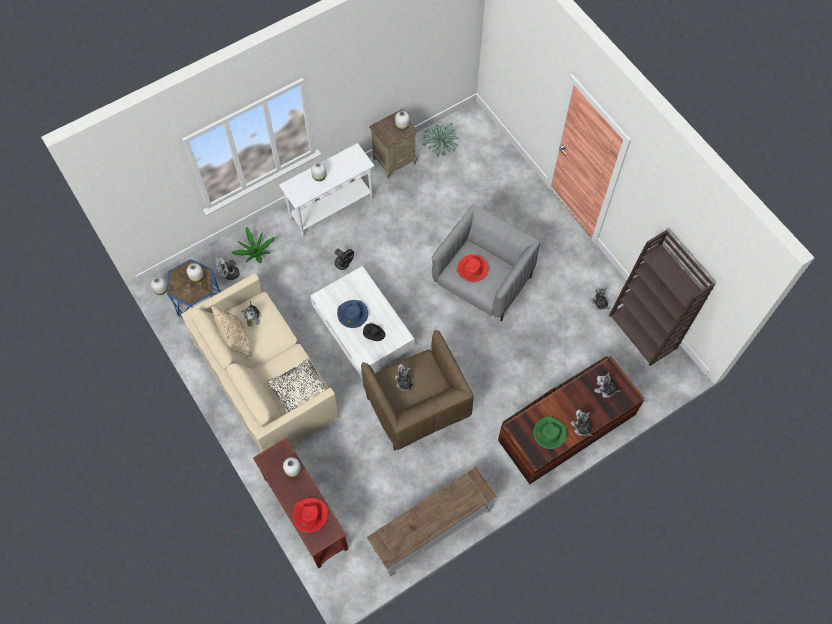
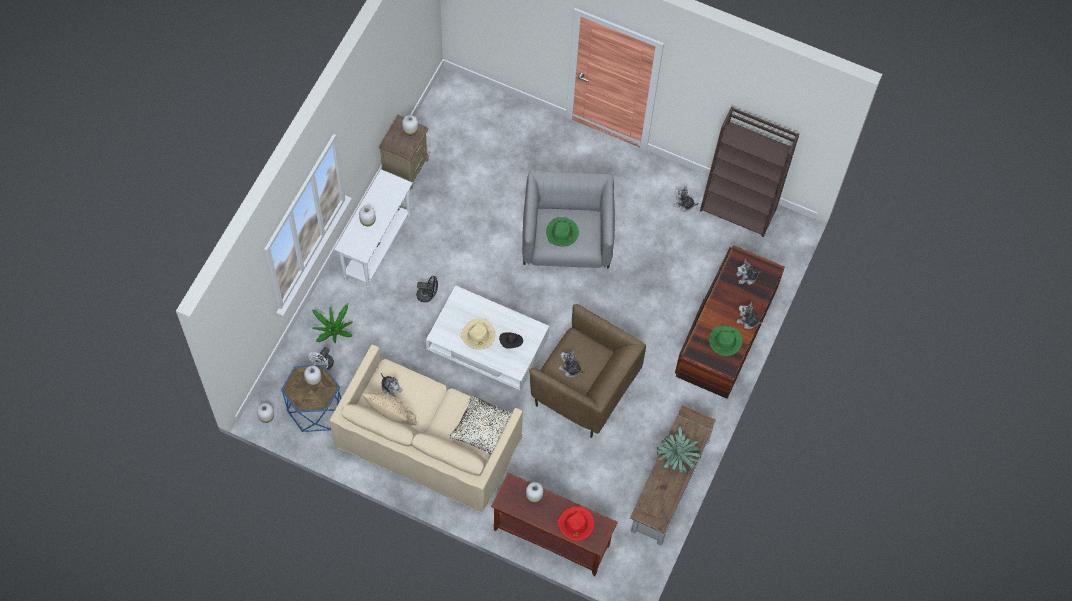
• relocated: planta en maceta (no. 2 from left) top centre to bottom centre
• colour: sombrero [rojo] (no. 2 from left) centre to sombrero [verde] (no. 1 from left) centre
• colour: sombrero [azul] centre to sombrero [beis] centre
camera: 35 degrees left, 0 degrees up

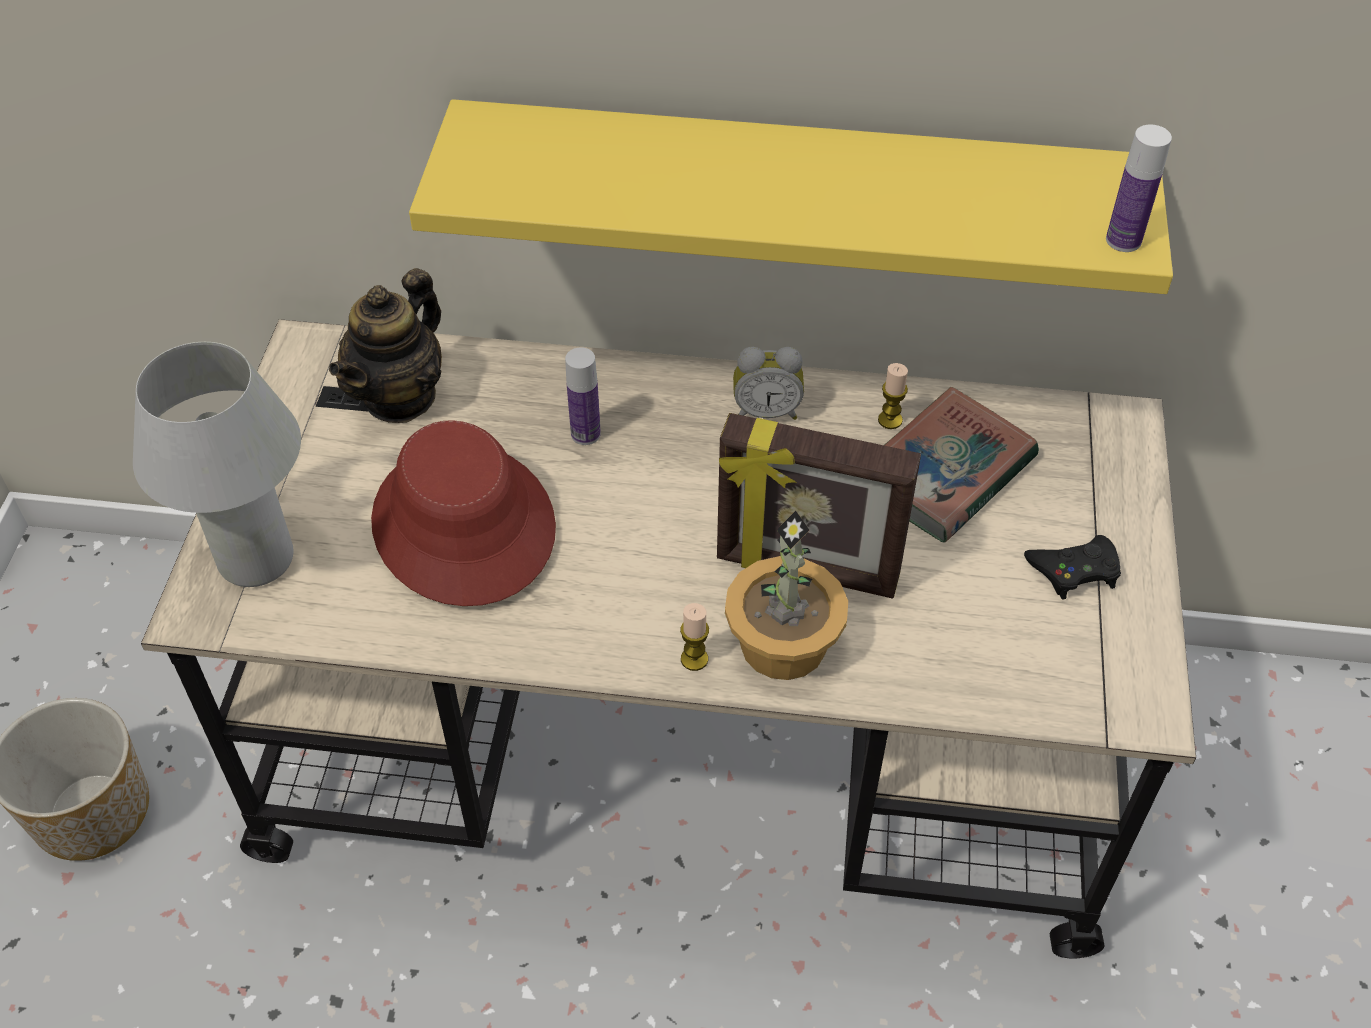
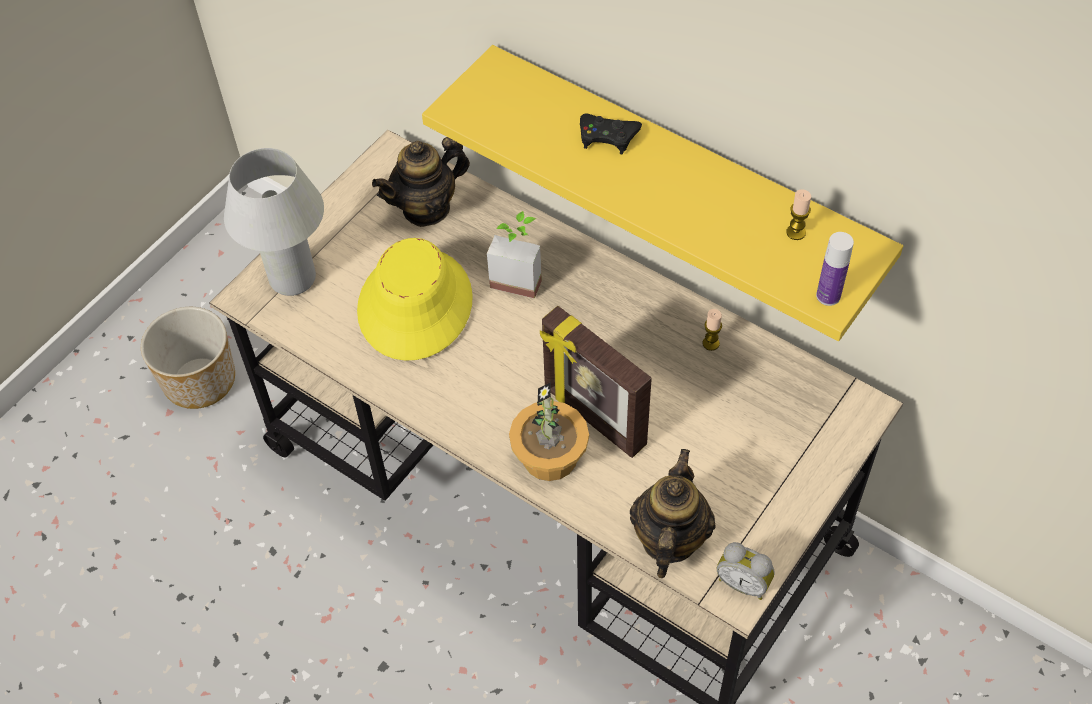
• exchanged: botella (no. 1 from left) centre to planta en maceta (no. 1 from left) centre
• relocated: despertador centre to bottom right
• missing: libro middle right
• colour: sombrero [rojo] centre to sombrero [amarillo] centre
• relocated: mando de consola [negro] middle right to top centre
• relocated: vela (no. 1 from left in the first image) centre to vela (no. 2 from left) top right
• appeared: tetera (no. 2 from left) bottom centre
camera: 30 degrees right, 5 degrees up

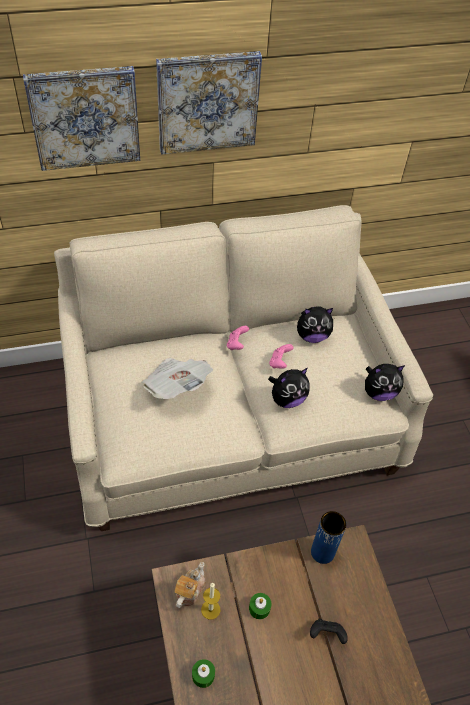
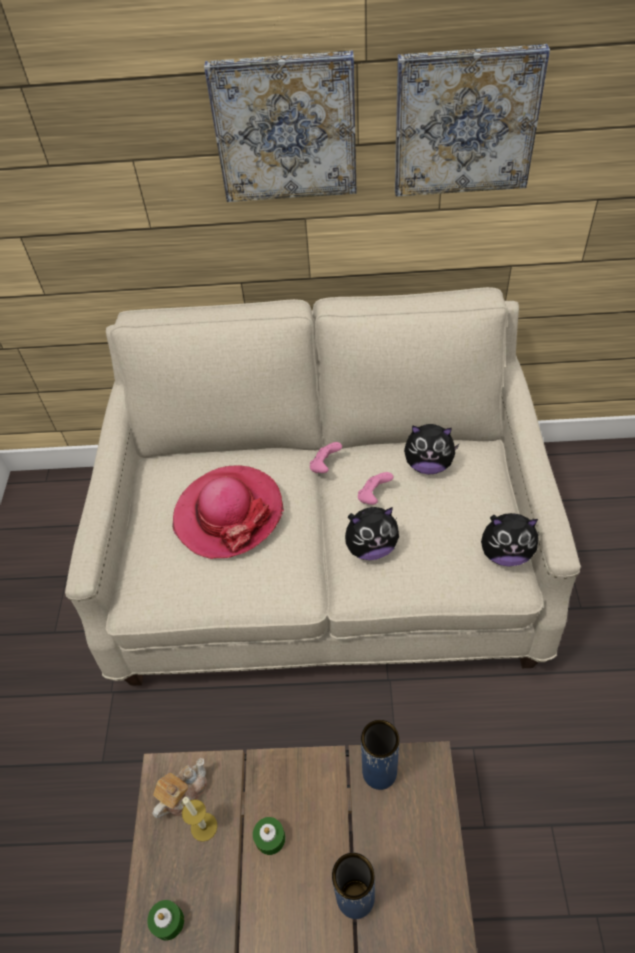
• relocated: cuadro (no. 1 from left in the first image) top left to cuadro (no. 2 from left) top right
• exchanged: periódico centre to sombrero centre
• exchanged: mando de consola [negro] bottom right to florero [azul] (no. 1 from left) bottom centre
camera: 20 degrees right, 0 degrees up

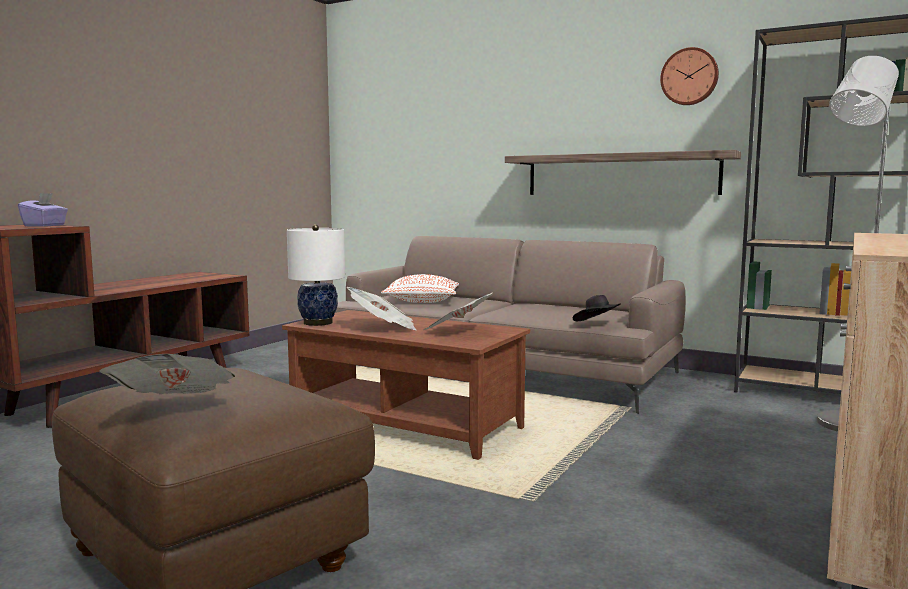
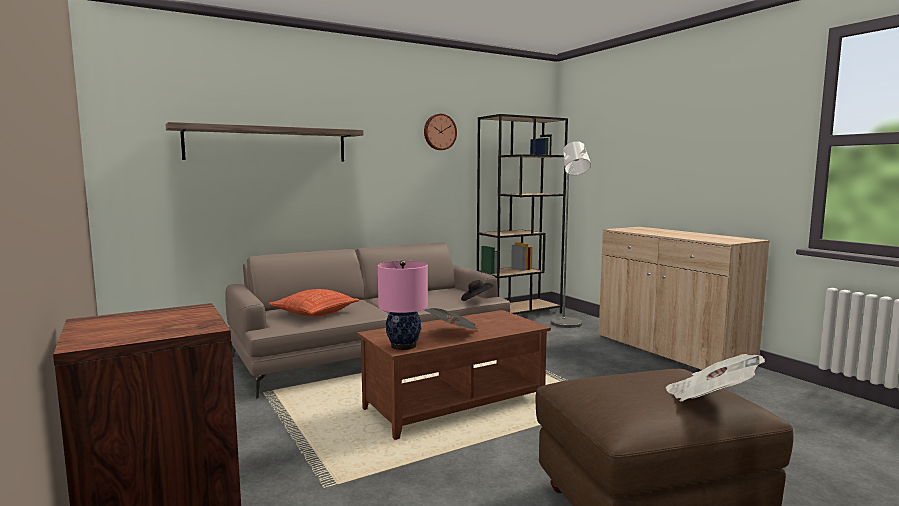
• relocated: estante top right to top left
• missing: caja de pañuelos [morado] middle left
• colour: lámpara de mesa [blanco] centre to lámpara de mesa [rosa] centre
• colour: cojín [blanco] centre to cojín [naranja] centre
• missing: periódico (no. 3 from left) centre
camera: 60 degrees left, 0 degrees up

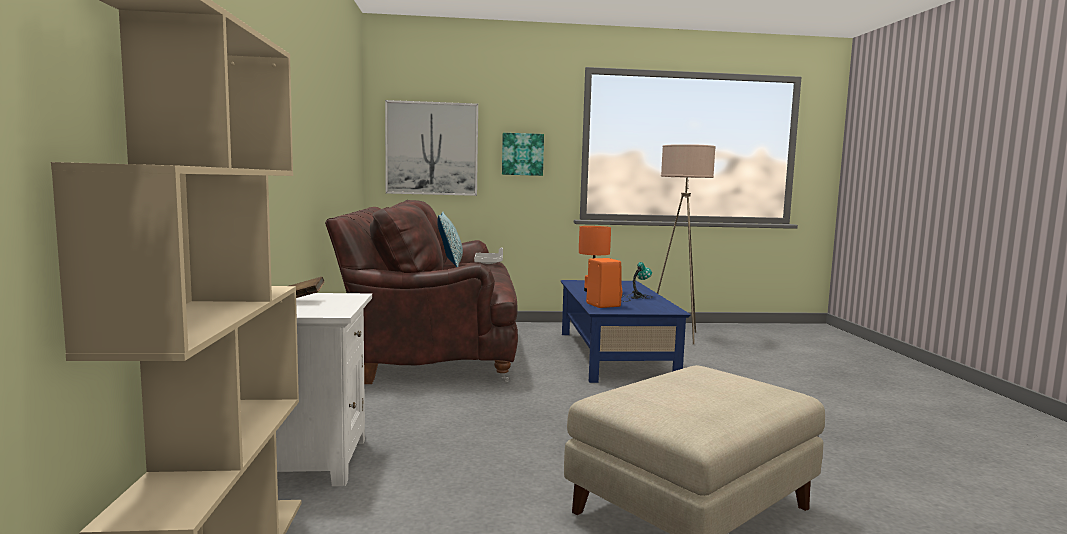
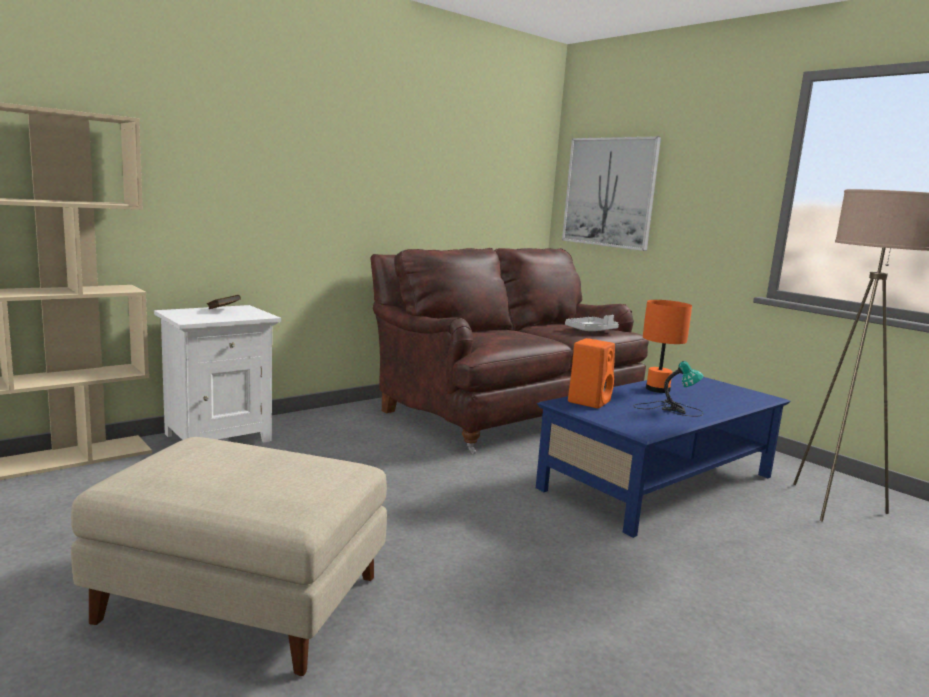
• missing: cuadro (no. 2 from left) top centre
• missing: cojín centre
camera: 55 degrees right, 5 degrees up

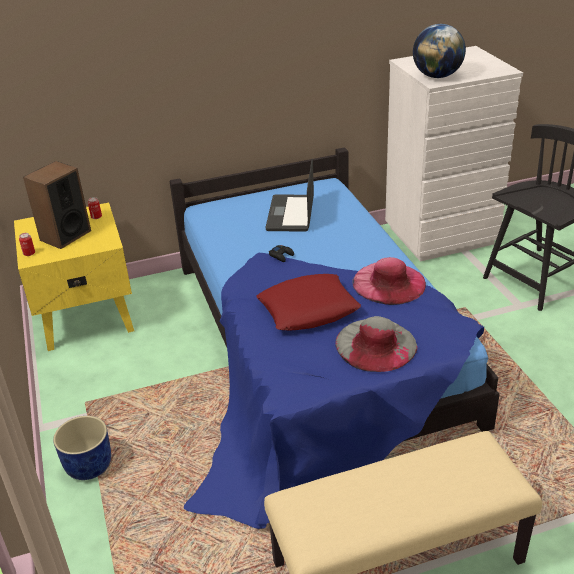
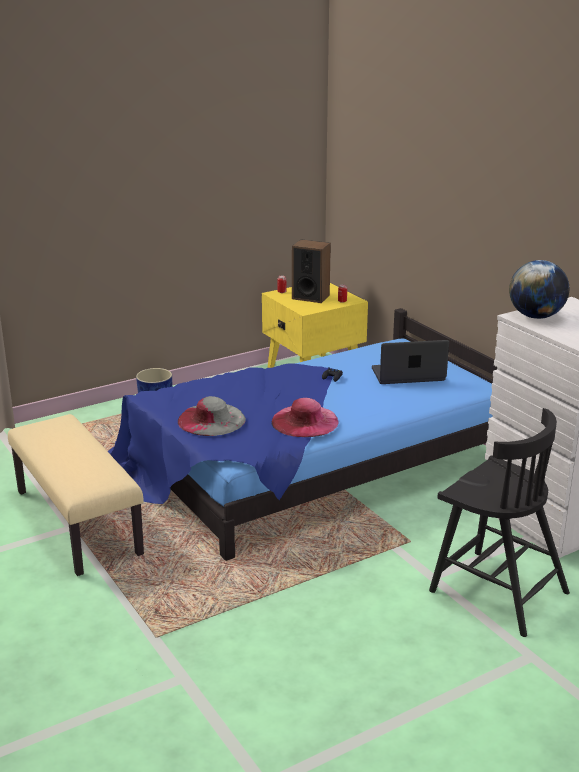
• missing: cojín [rojo] centre
camera: 75 degrees right, 10 degrees down

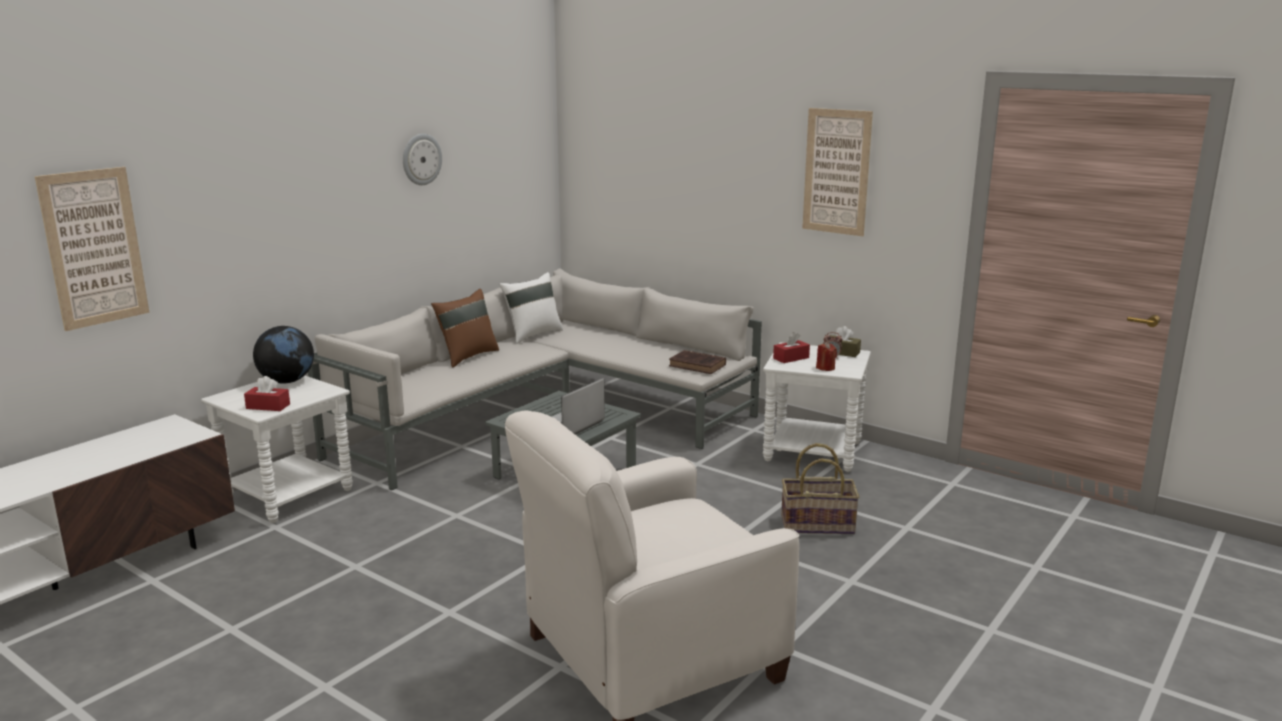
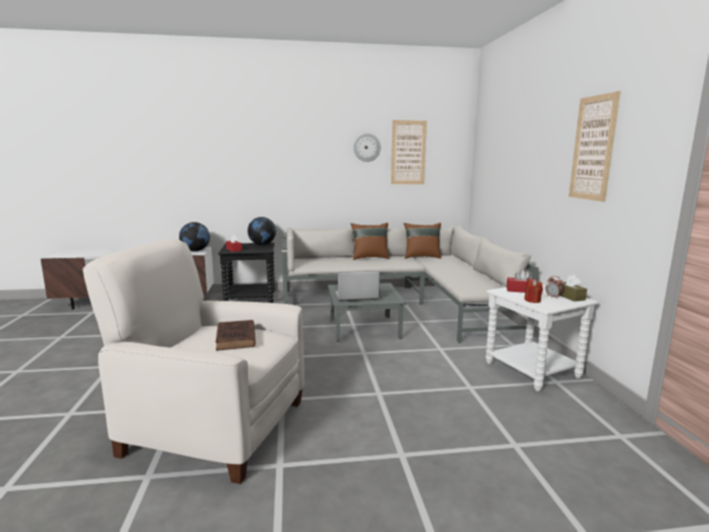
• relocated: cuadro (no. 1 from left) middle left to top centre
• colour: cojín [blanco] centre to cojín [marrón] (no. 2 from left) centre
• relocated: libro [marrón] centre to middle left
• colour: mesa auxiliar [blanco] (no. 1 from left) middle left to mesa auxiliar [negro] centre
• missing: cesta bottom centre
• appeared: globo terráqueo (no. 1 from left) middle left
camera: 45 degrees right, 5 degrees down

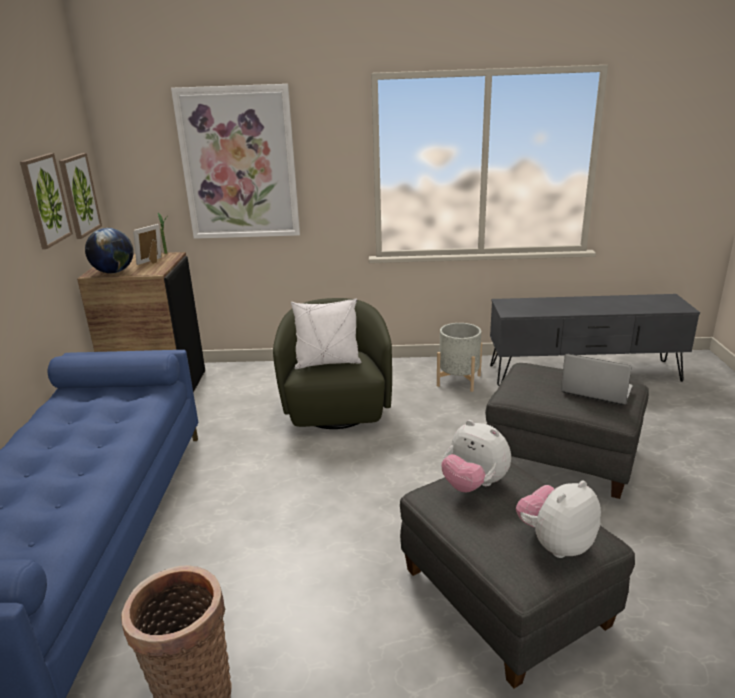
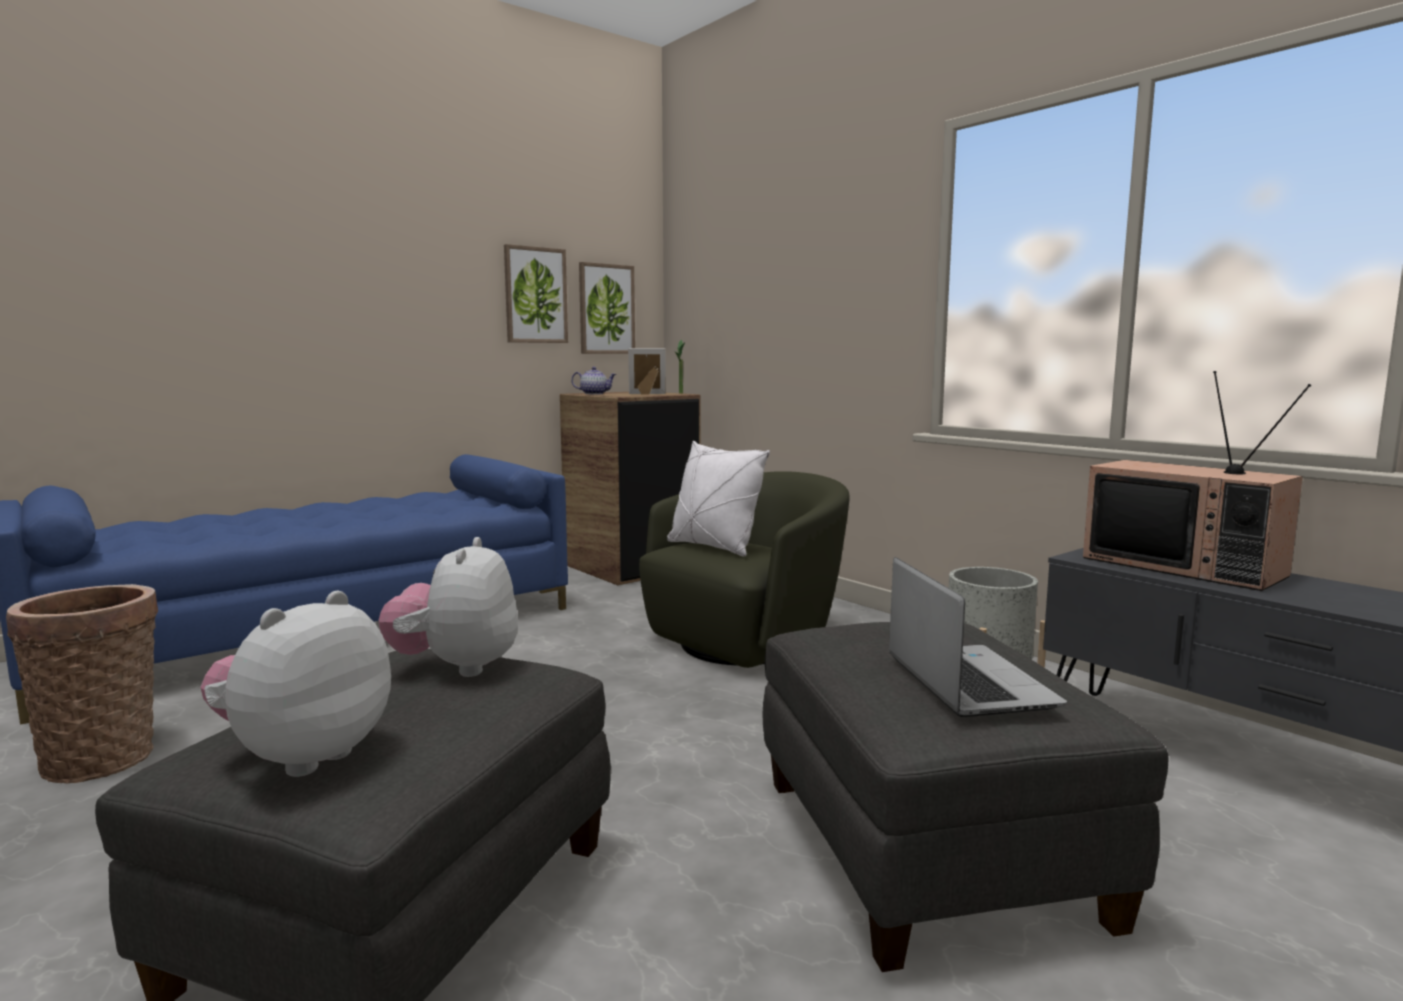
• missing: cuadro (no. 3 from left) top left
• exchanged: globo terráqueo middle left to tetera centre
• spun: peluche (no. 2 from left in the first image) bottom right = bottom left 75 degrees counterclockwise
• appeared: televisor middle right
camera: 50 degrees right, 15 degrees down

